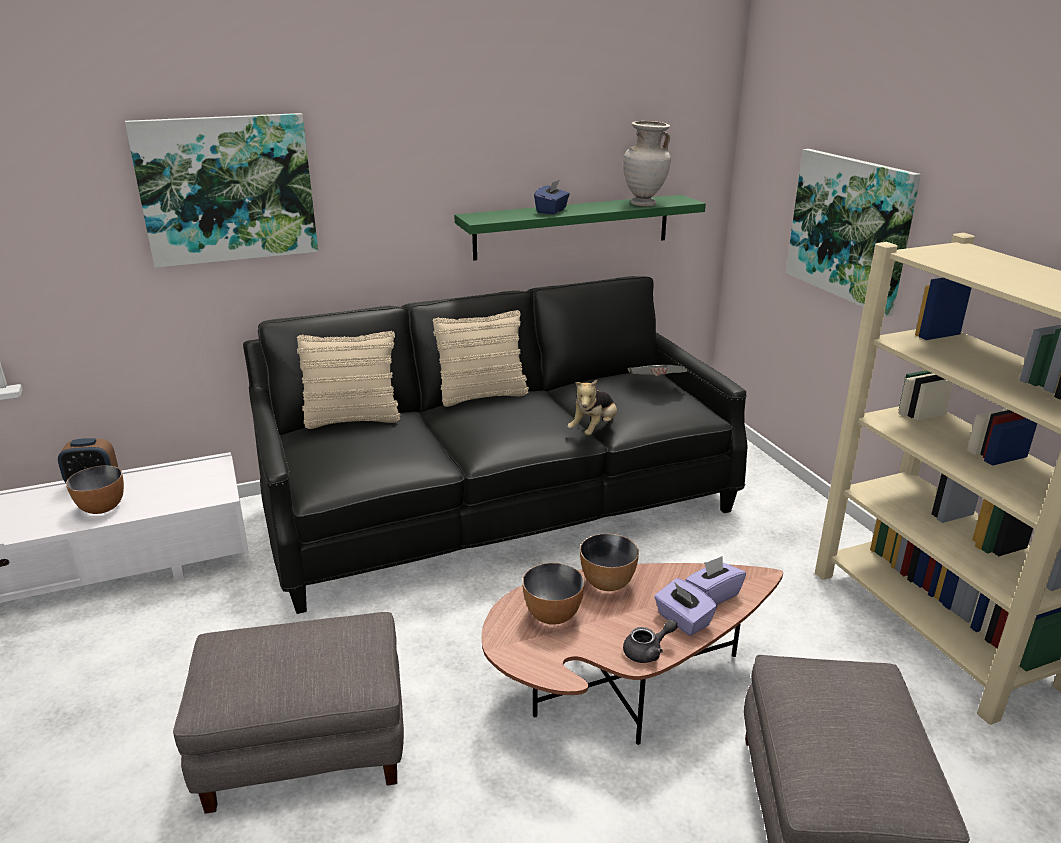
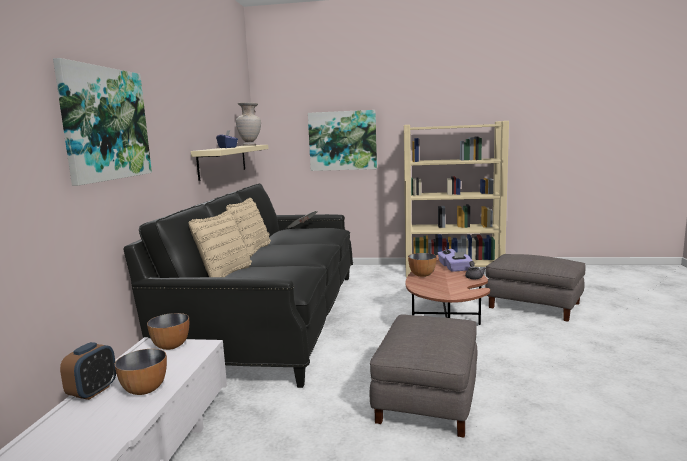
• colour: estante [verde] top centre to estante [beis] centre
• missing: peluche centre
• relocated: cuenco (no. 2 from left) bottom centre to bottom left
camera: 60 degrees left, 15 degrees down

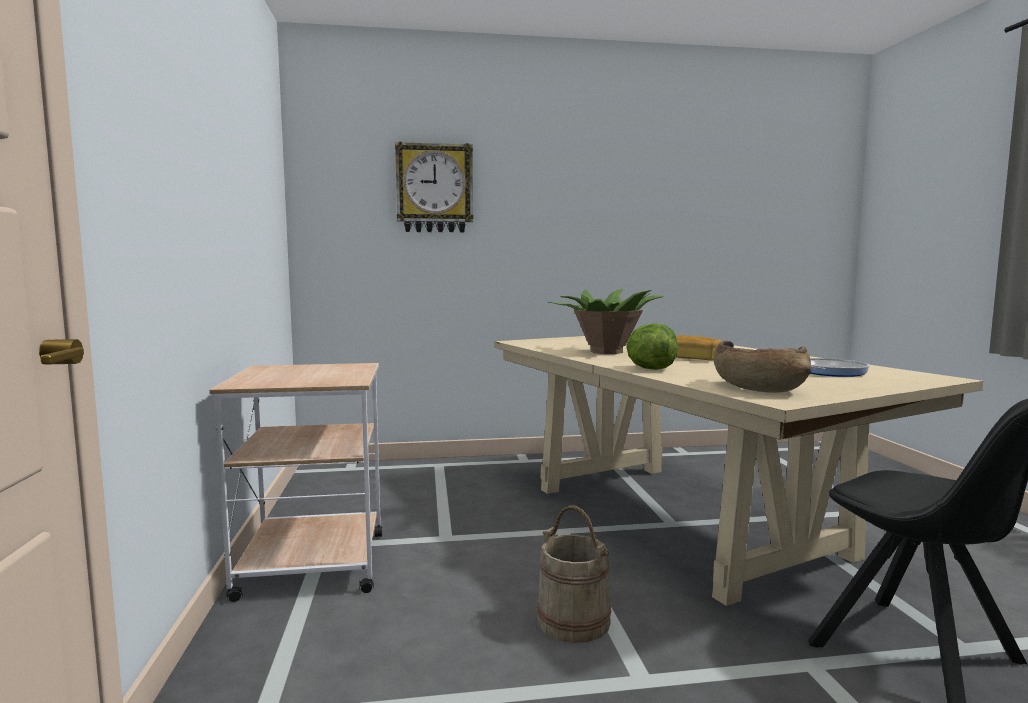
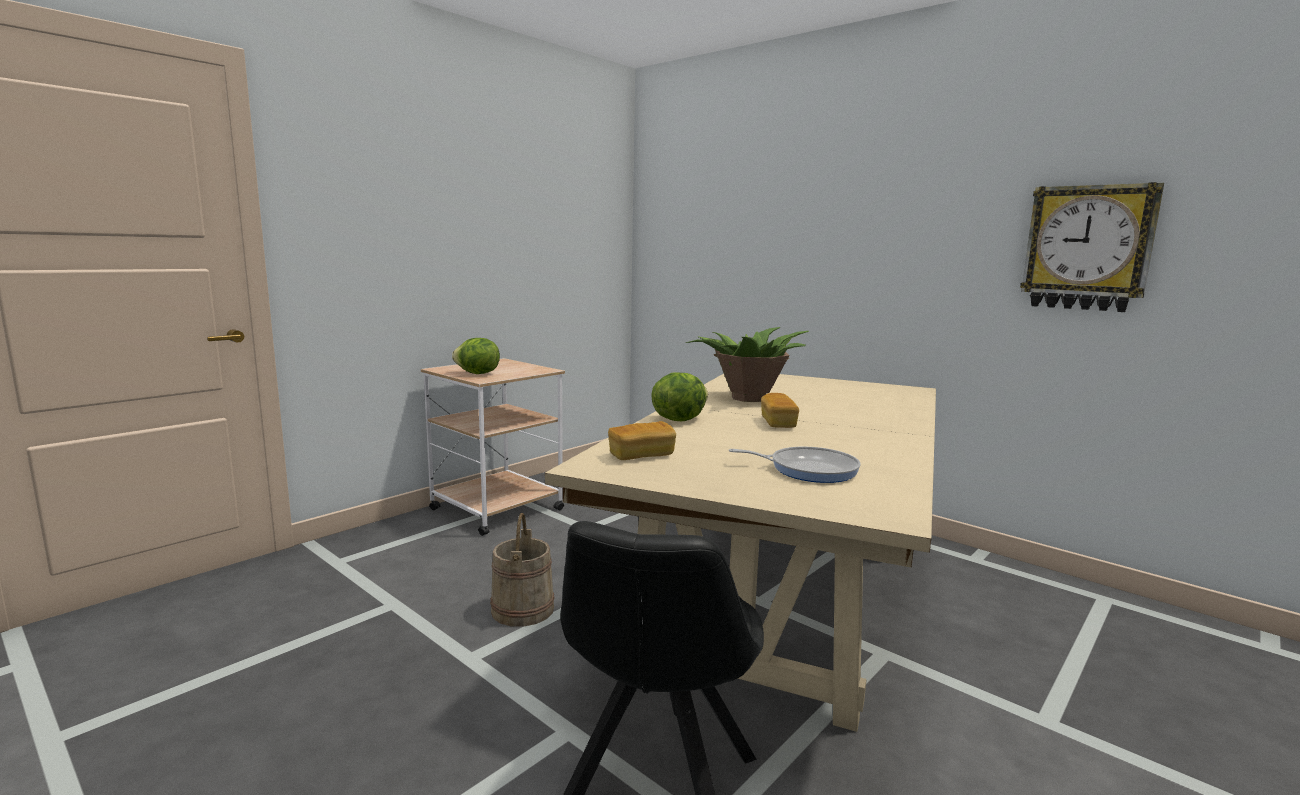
• relocated: reloj de pared top centre to top right
• exchanged: cuenco [marrón] middle right to pan (no. 1 from left) centre
• appeared: lechuga (no. 1 from left) centre
camera: 50 degrees right, 5 degrees up

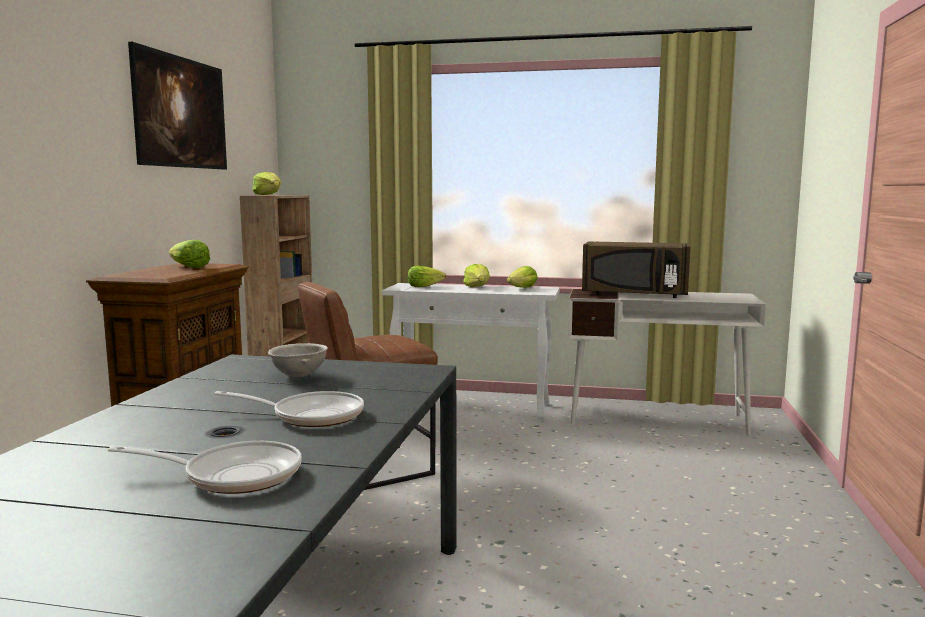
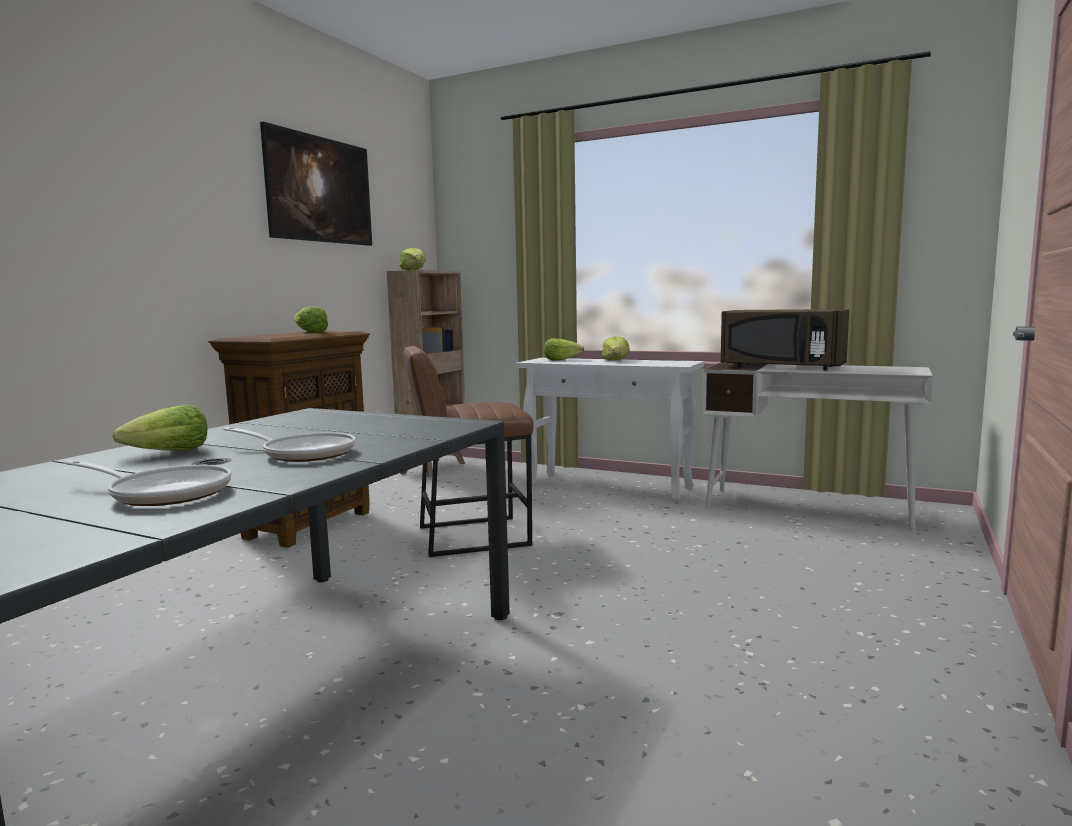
• relocated: lechuga (no. 5 from left in the first image) centre to lechuga (no. 1 from left) middle left
• missing: cuenco [gris] middle left
camera: 15 degrees right, 0 degrees up

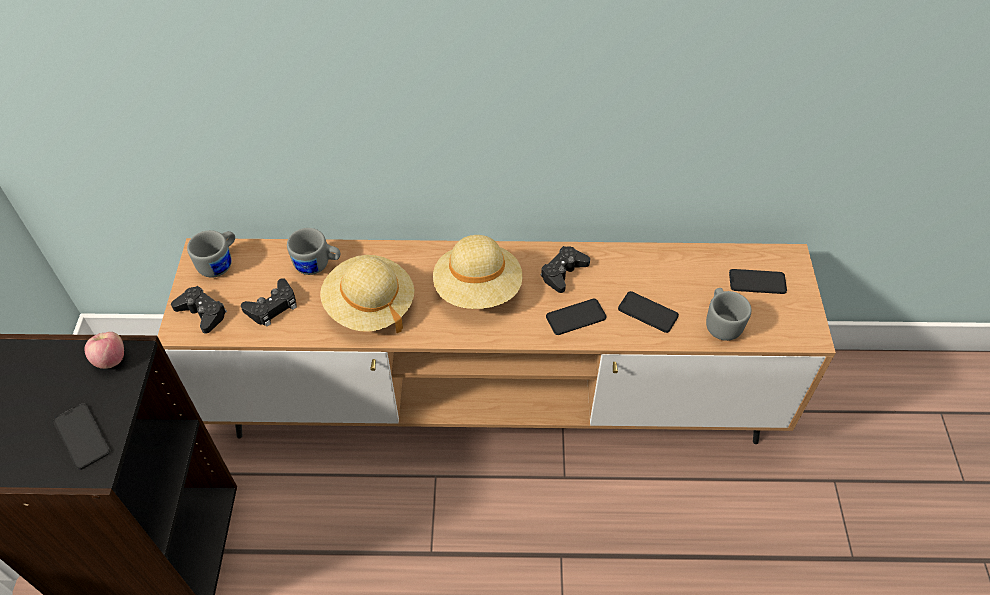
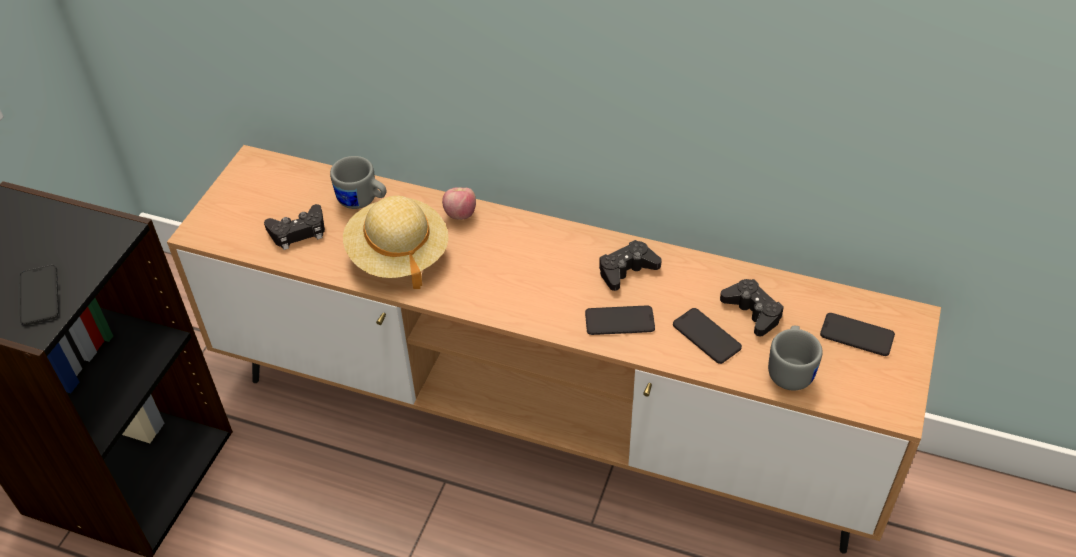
• missing: taza grande [gris] (no. 1 from left) middle left
• missing: sombrero [beis] (no. 2 from left) centre
• relocated: mando de consola [negro] (no. 1 from left in the first image) middle left to mando de consola [negro] (no. 3 from left) middle right
• relocated: manzana middle left to centre
camera: 20 degrees right, 5 degrees down

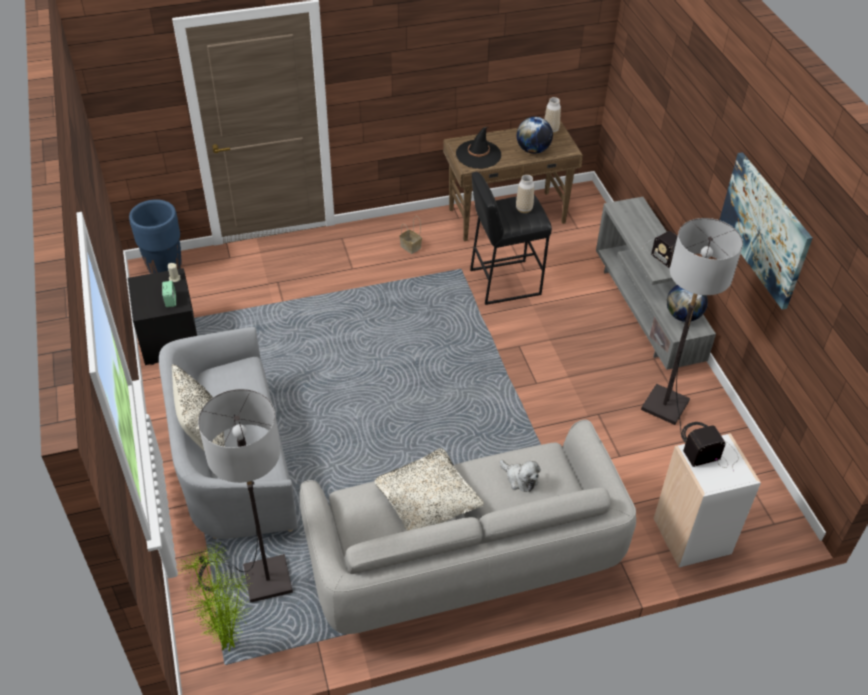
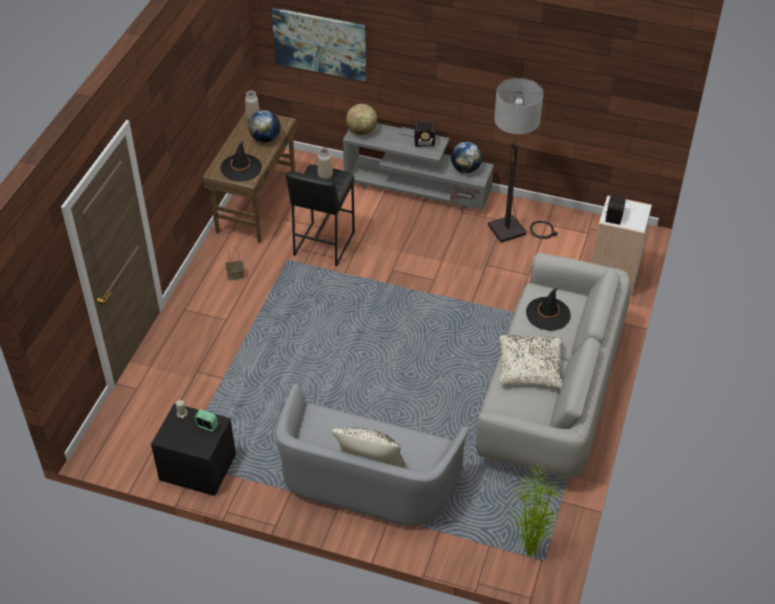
• relocated: cuadro top right to top centre
• missing: maceta [azul] middle left
• missing: lámpara de pie (no. 1 from left) bottom left
• exchanged: peluche bottom centre to sombrero [negro] (no. 2 from left) middle right
• appeared: globo terráqueo (no. 2 from left) top centre
camera: 55 degrees left, 0 degrees up

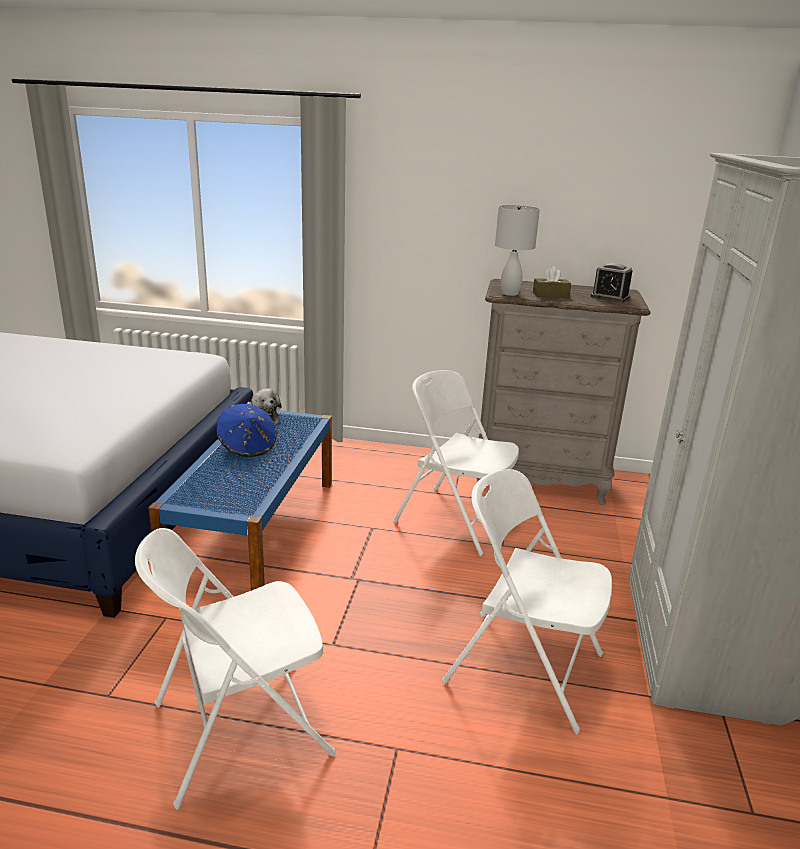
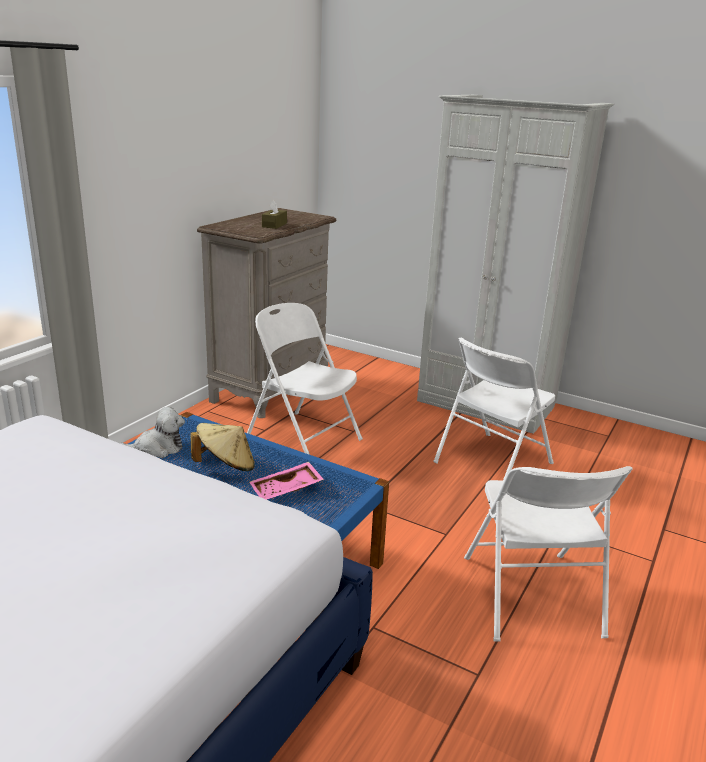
• missing: lámpara de mesa [blanco] top centre
• missing: despertador top right
• spun: silla [blanco] (no. 2 from left in the first image) centre = centre 75 degrees clockwise
• colour: sombrero [azul] middle left to sombrero [beis] middle left
• appeared: bandeja [rosa] centre
camera: 70 degrees left, 0 degrees up

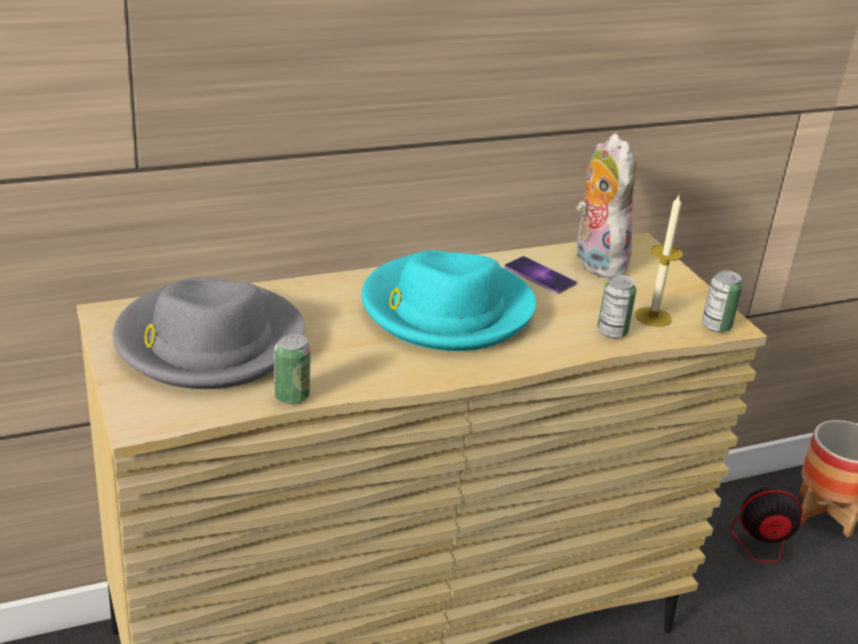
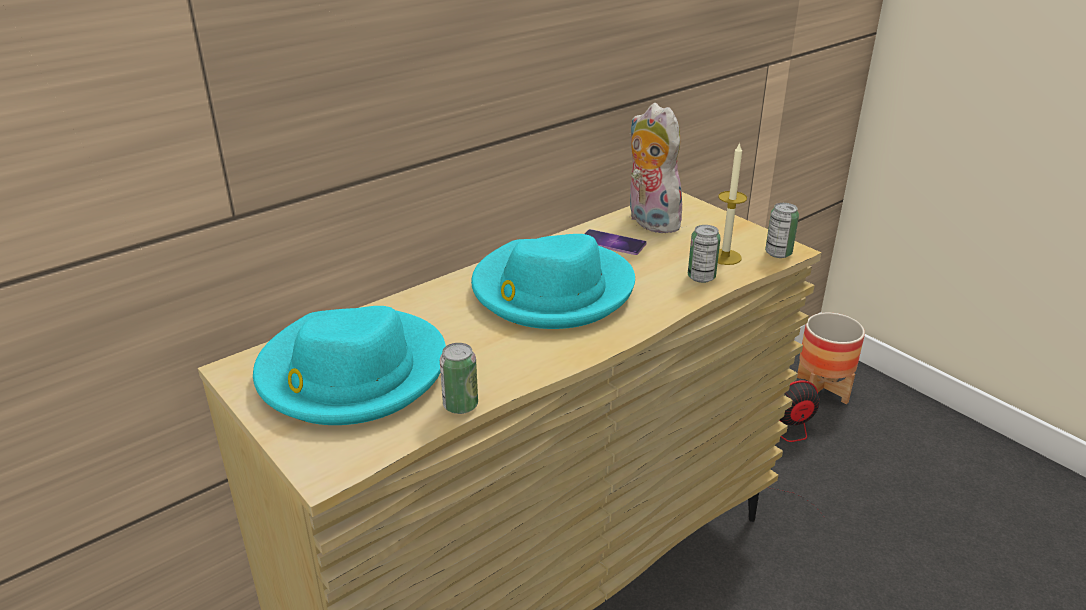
• colour: sombrero [gris] middle left to sombrero [turquesa] (no. 1 from left) middle left
camera: 15 degrees left, 0 degrees up

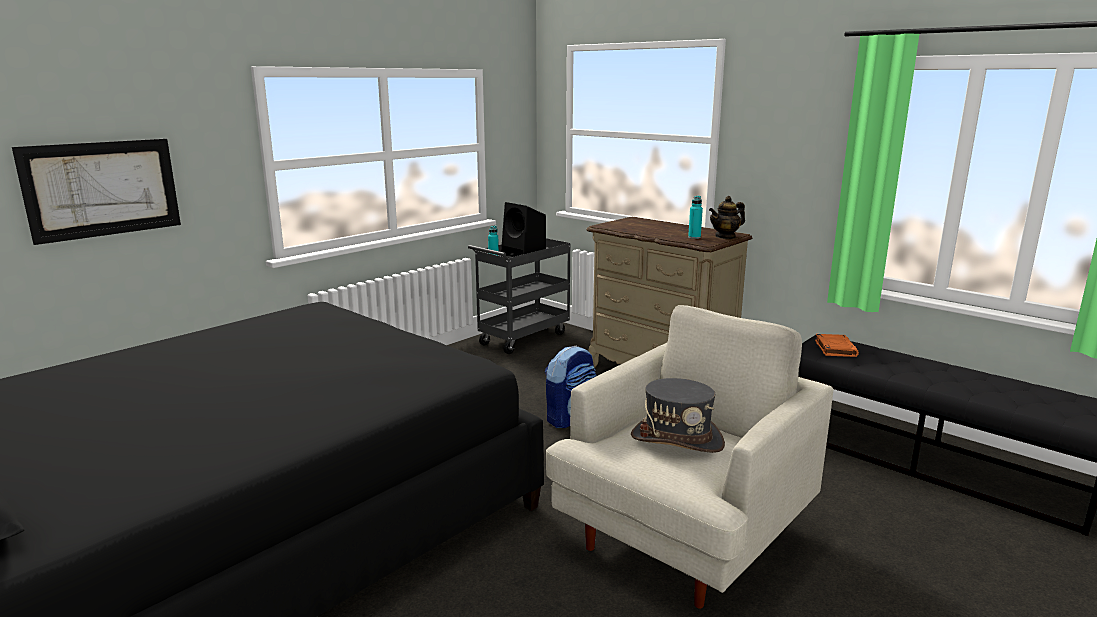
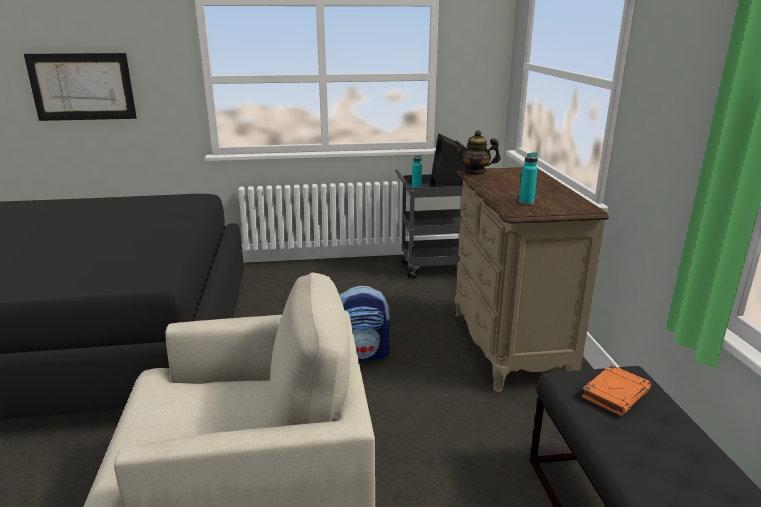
• relocated: tetera centre to top centre
• missing: sombrero [gris] bottom centre
camera: 40 degrees right, 5 degrees up

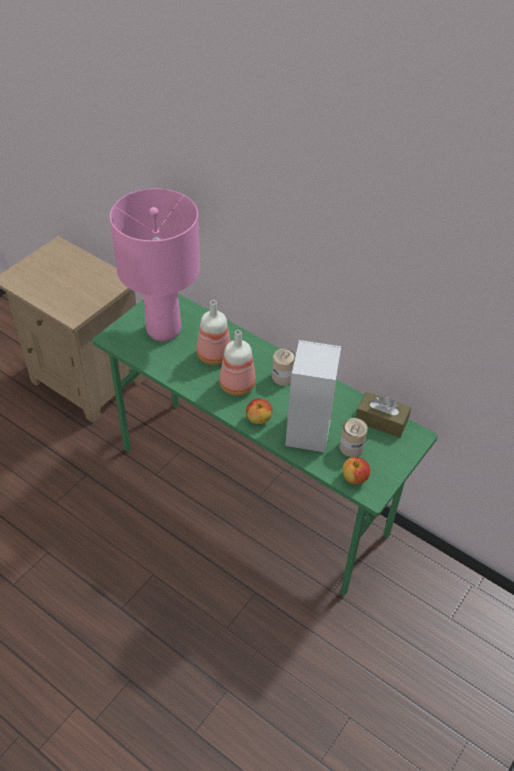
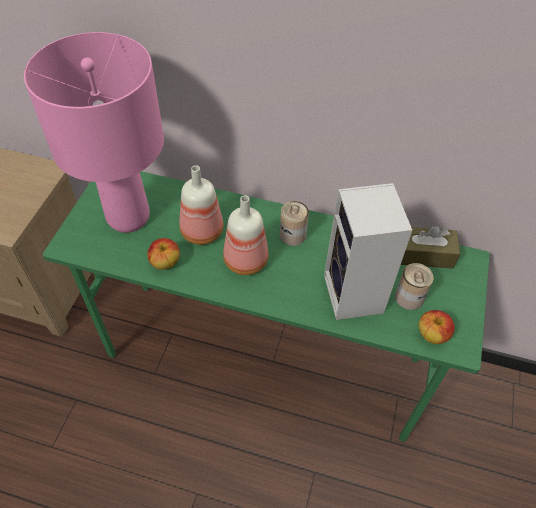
• relocated: manzana (no. 1 from left) centre to middle left
camera: 20 degrees left, 5 degrees up

